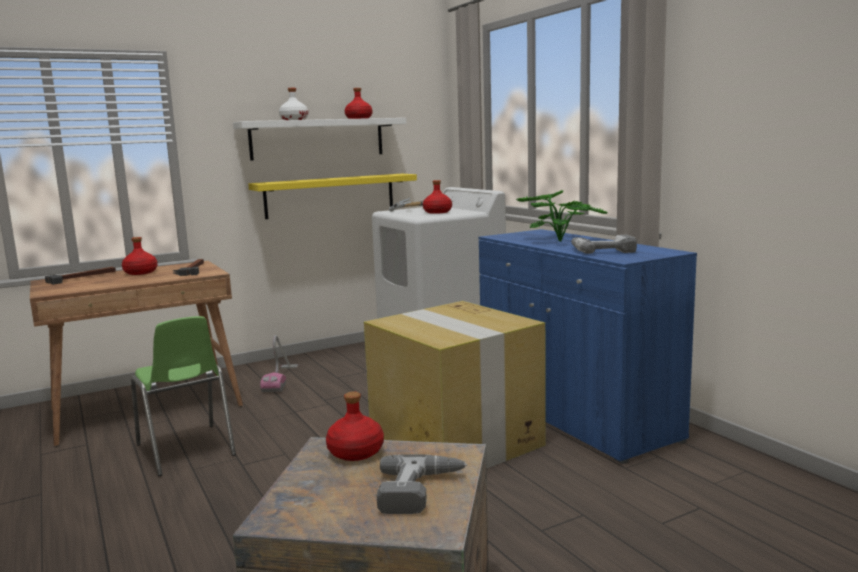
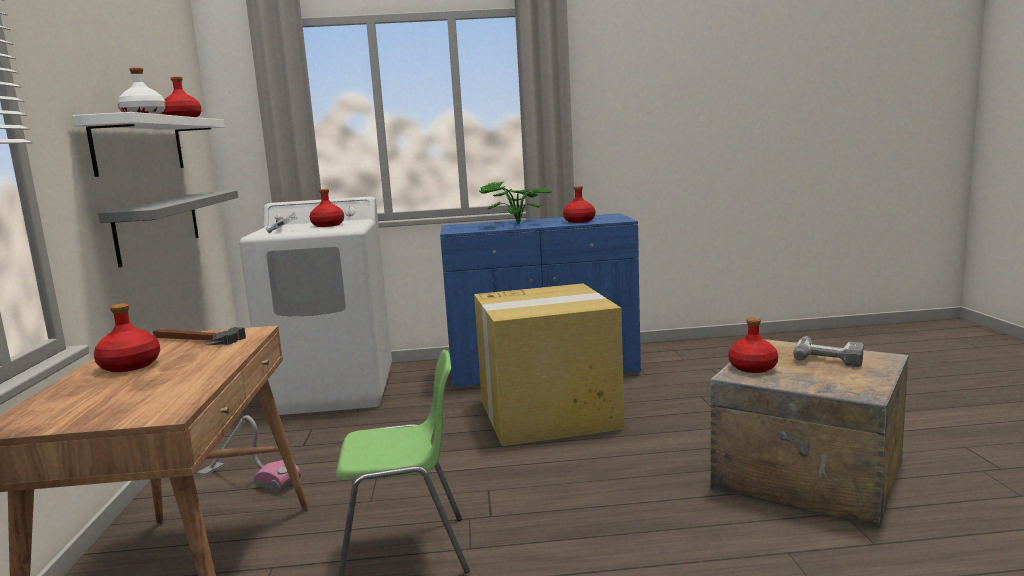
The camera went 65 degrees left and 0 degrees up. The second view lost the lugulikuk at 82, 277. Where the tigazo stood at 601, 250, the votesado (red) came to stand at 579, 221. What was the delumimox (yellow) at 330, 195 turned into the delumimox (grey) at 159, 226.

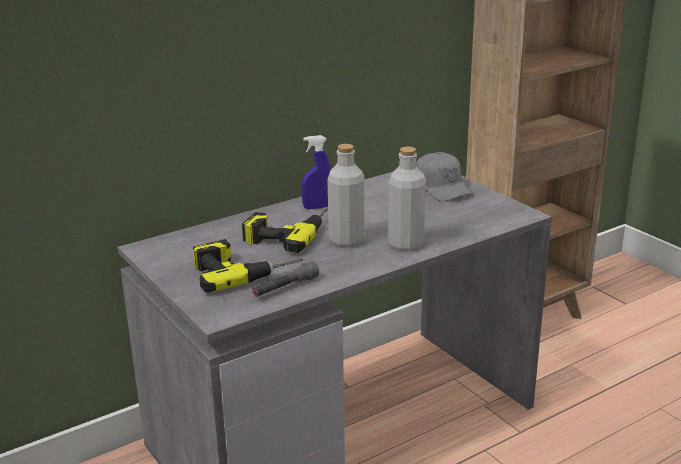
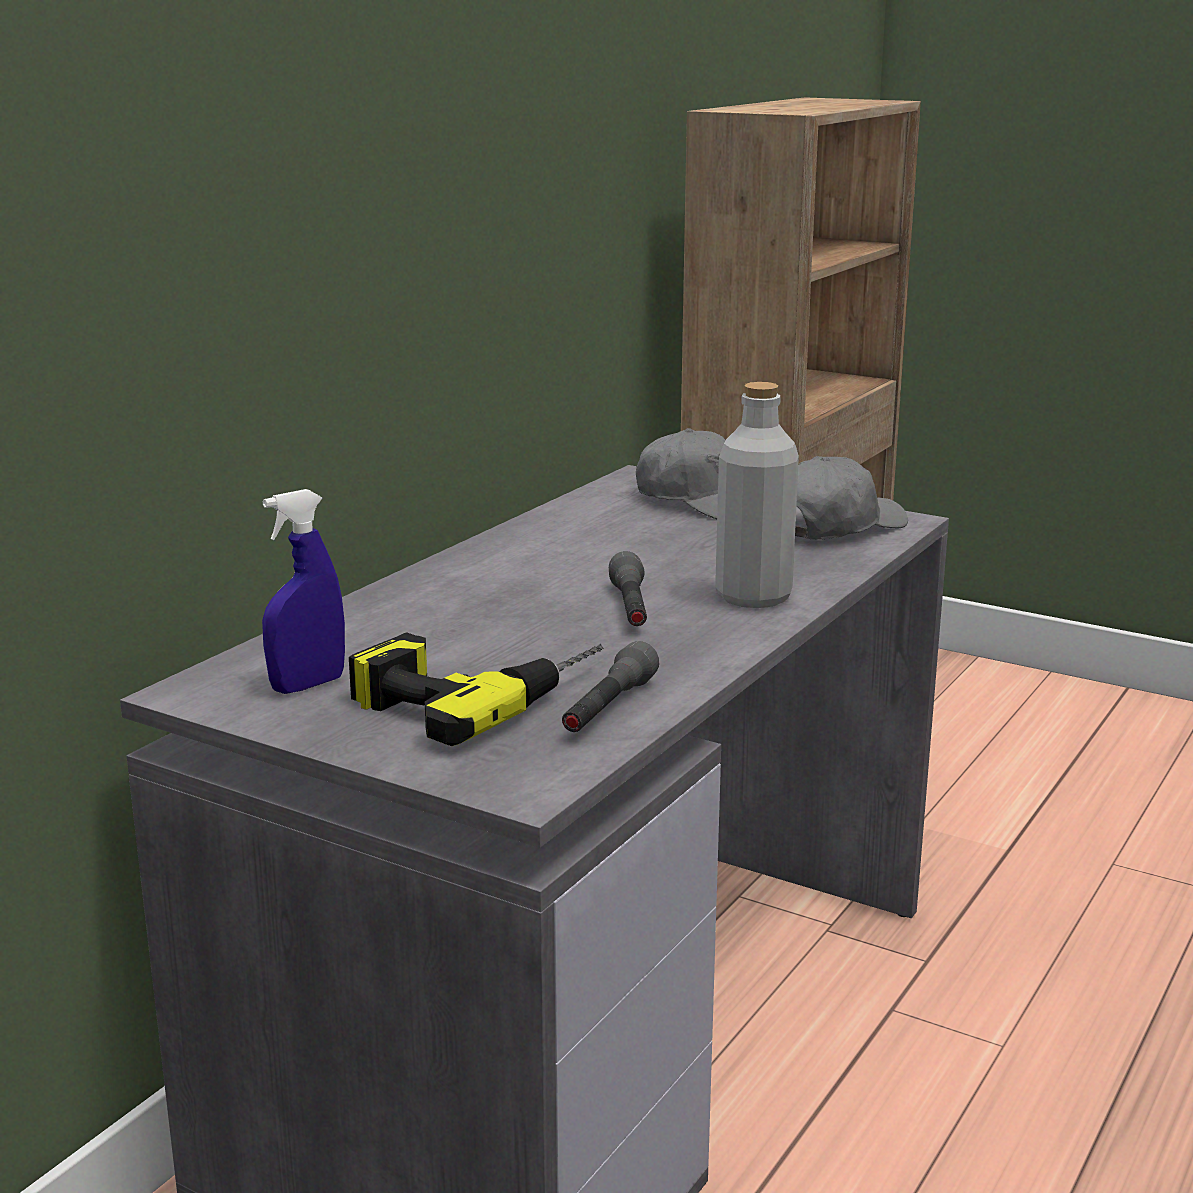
The camera went 25 degrees left and 5 degrees down. The second view lost the tigazo at 288, 231. The second view gained the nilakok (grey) at 835, 526. The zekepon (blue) ended up elsewhere, having gone from 318, 207 to 308, 685. Where the votesado (grey) stood at 346, 241, the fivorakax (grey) came to stand at 630, 608.

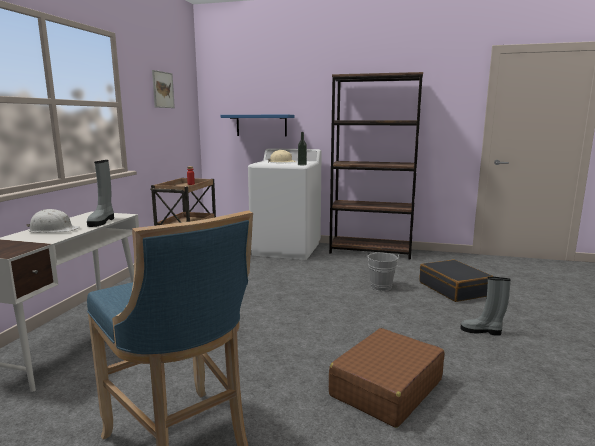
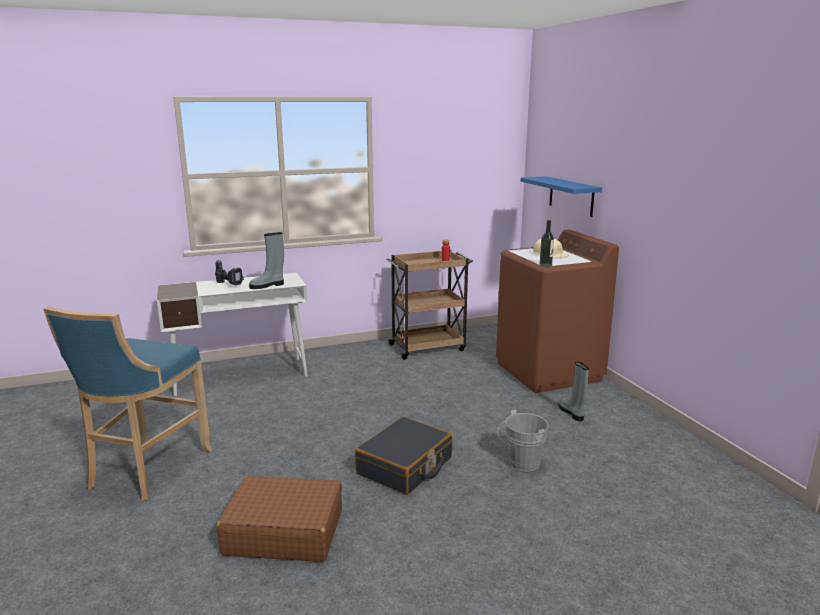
The camera went 55 degrees right and 5 degrees up. The second view lost the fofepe at 163, 89. The second view lost the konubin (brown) at 371, 251. The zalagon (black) ended up elsewhere, having gone from 454, 289 to 405, 466. The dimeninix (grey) ended up elsewhere, having gone from 482, 331 to 572, 413. Where the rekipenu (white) stood at 53, 230, the tigazo came to stand at 230, 284. What was the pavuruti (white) at 287, 249 turned into the pavuruti (brown) at 548, 371.

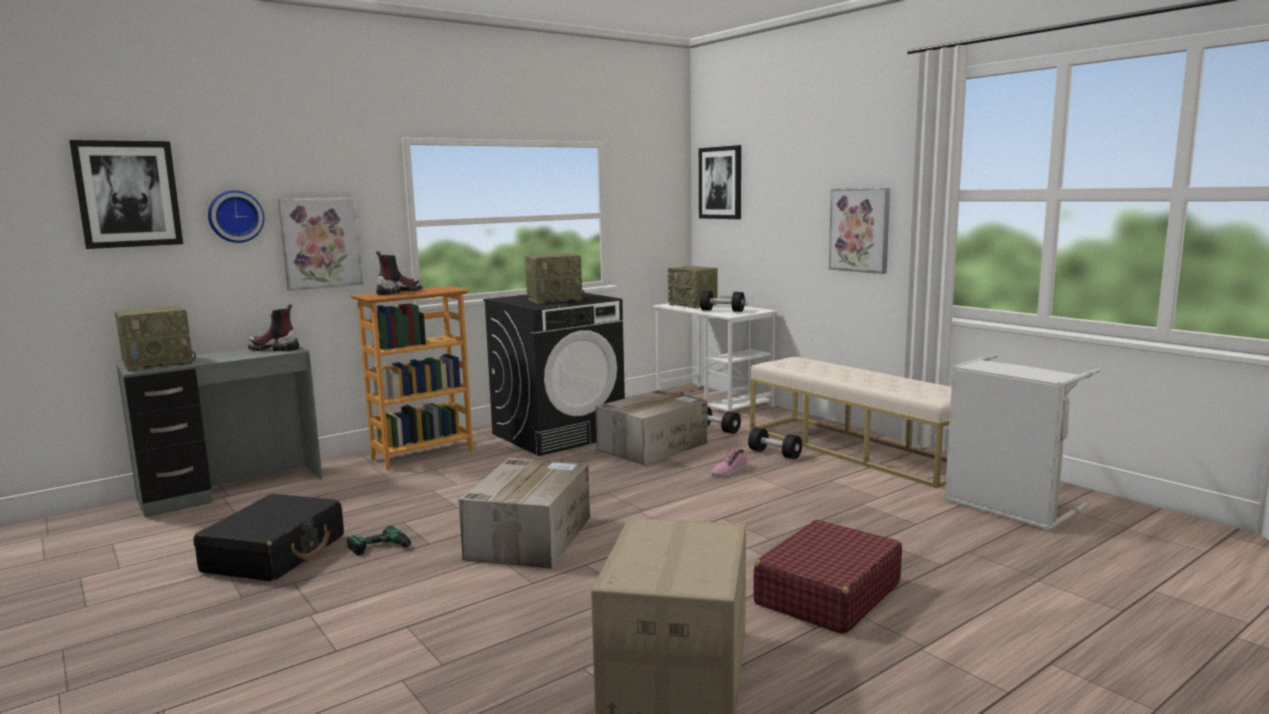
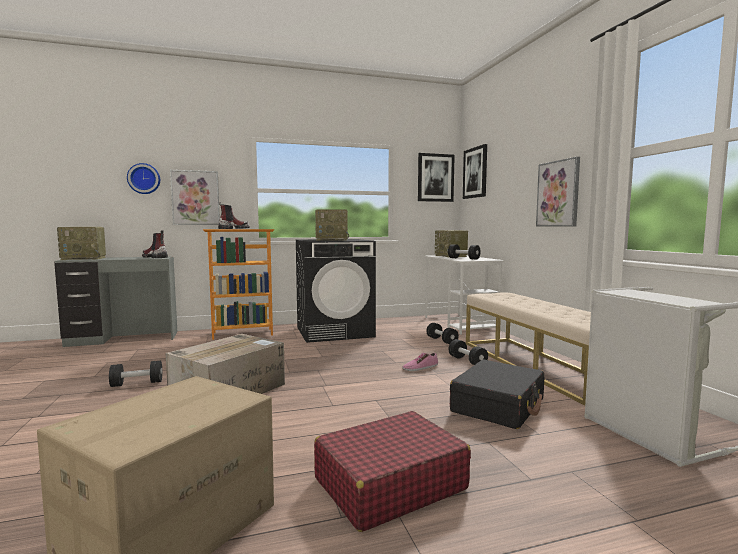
The camera went 20 degrees right and 5 degrees down. The second view lost the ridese at 653, 446. The fofepe ended up elsewhere, having gone from 128, 194 to 435, 178. The zalagon (black) ended up elsewhere, having gone from 275, 553 to 498, 406. Where the tigazo stood at 383, 549, the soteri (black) came to stand at 137, 383.

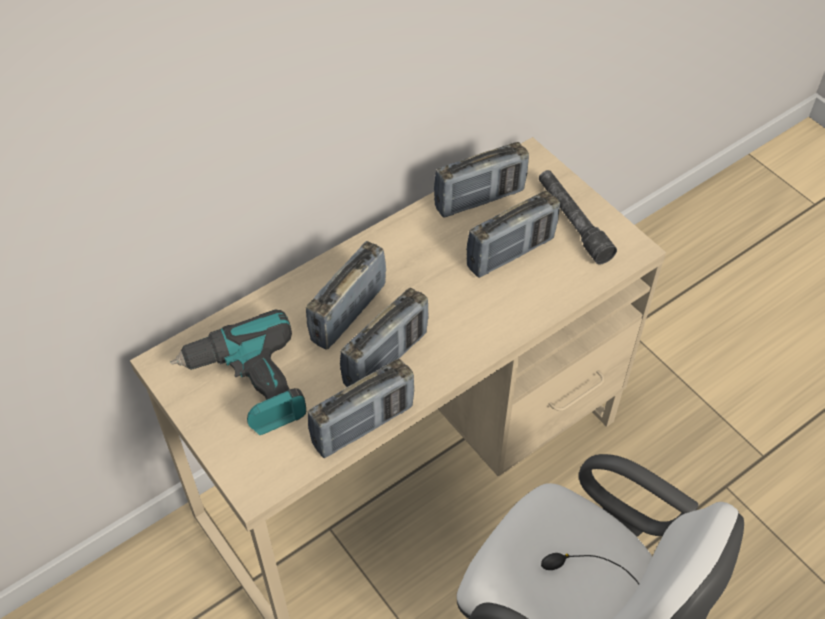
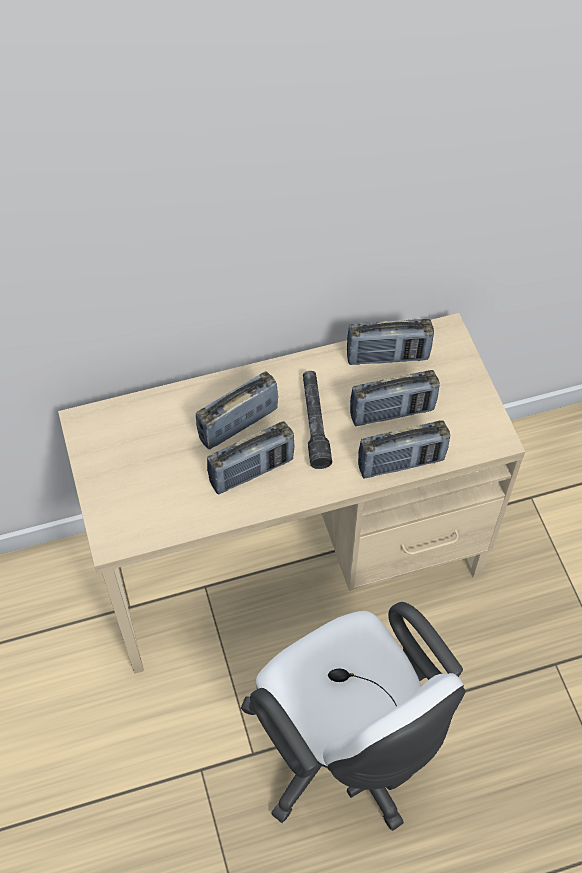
The camera went 20 degrees right and 5 degrees up. The second view lost the tigazo at 249, 385. The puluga ended up elsewhere, having gone from 363, 425 to 401, 463. The fivorakax (grey) ended up elsewhere, having gone from 572, 222 to 314, 423.

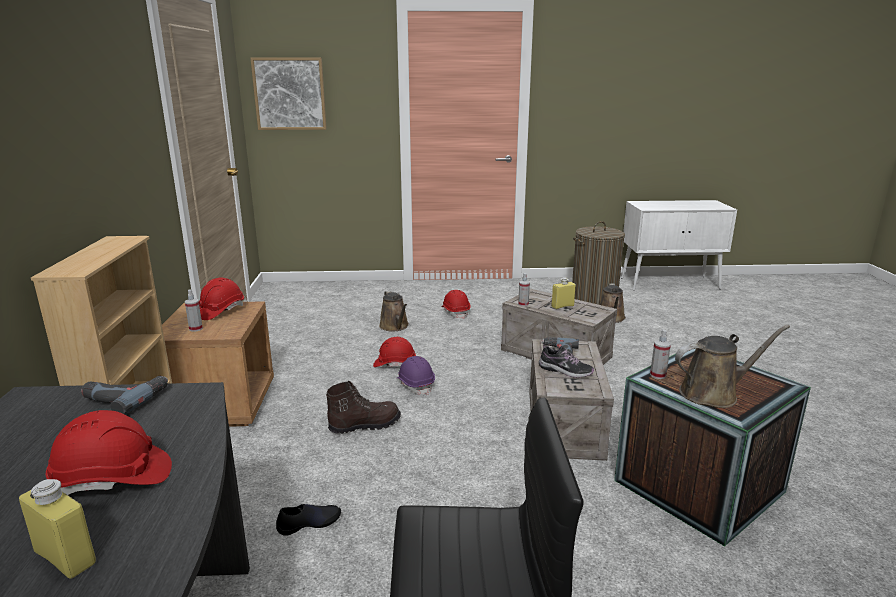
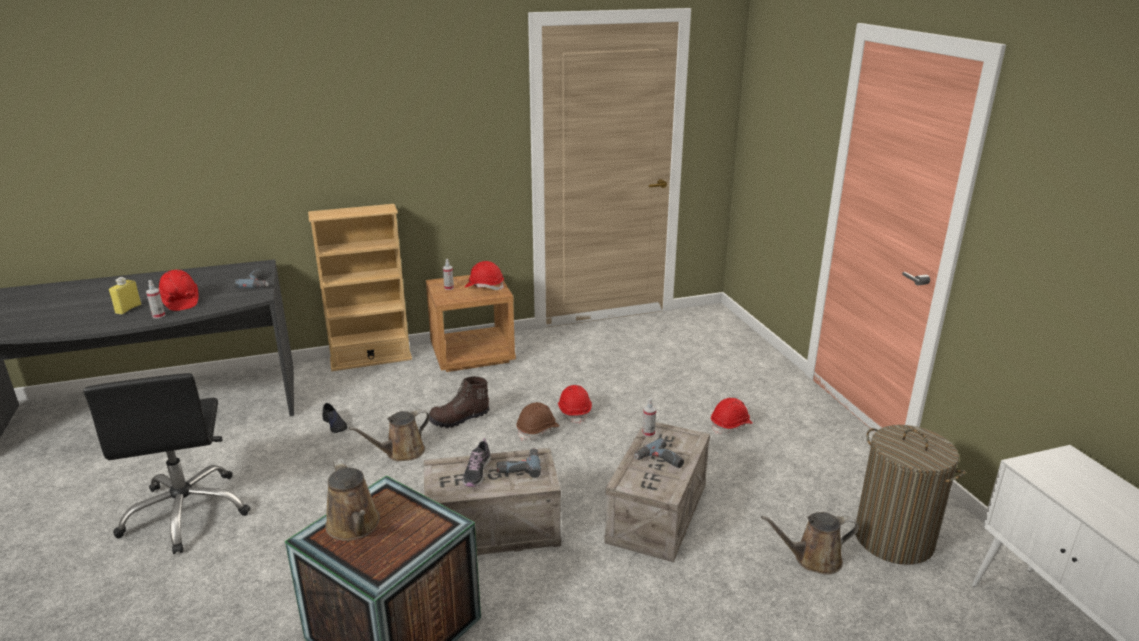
The camera went 75 degrees right and 5 degrees up. The second view lost the fofepe at 289, 94. The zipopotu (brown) ended up elsewhere, having gone from 395, 326 to 401, 452. The zekepon ended up elsewhere, having gone from 658, 375 to 158, 316. Where the votesado (yellow) stood at 562, 306, the tigazo came to stand at 659, 461. What was the rekipenu (purple) at 415, 384 turned into the rekipenu (brown) at 538, 430. The dimeninix (brown) at 364, 425 ended up facing another way, 105 degrees clockwise from before.

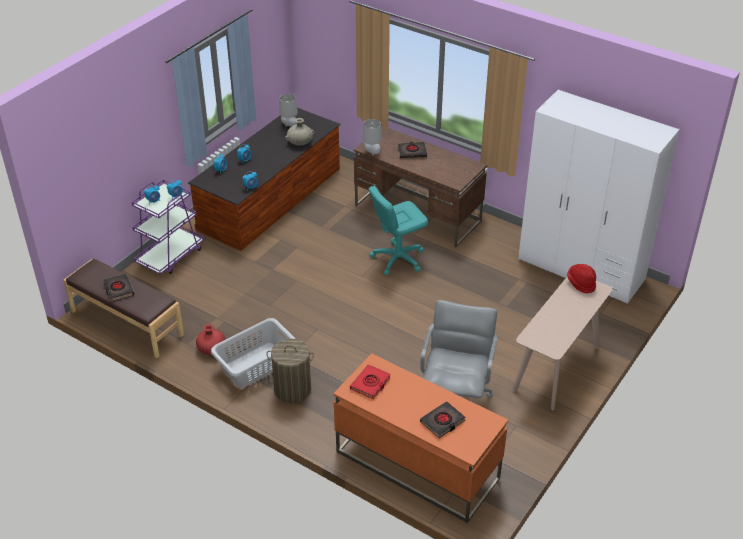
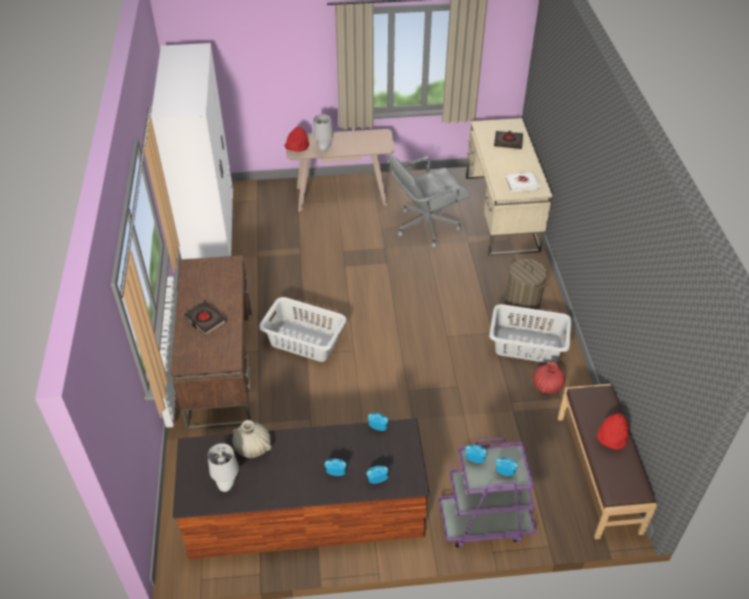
The camera went 130 degrees left and 5 degrees up. The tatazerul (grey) ended up elsewhere, having gone from 372, 153 to 324, 149. Where the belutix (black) stood at 118, 289, the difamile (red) came to stand at 611, 439. Where the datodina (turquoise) stood at 398, 258, the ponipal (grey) came to stand at 304, 341. What was the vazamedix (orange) at 416, 465 turned into the vazamedix (beige) at 501, 213. What was the belutix (red) at 370, 384 turned into the belutix (white) at 521, 184.

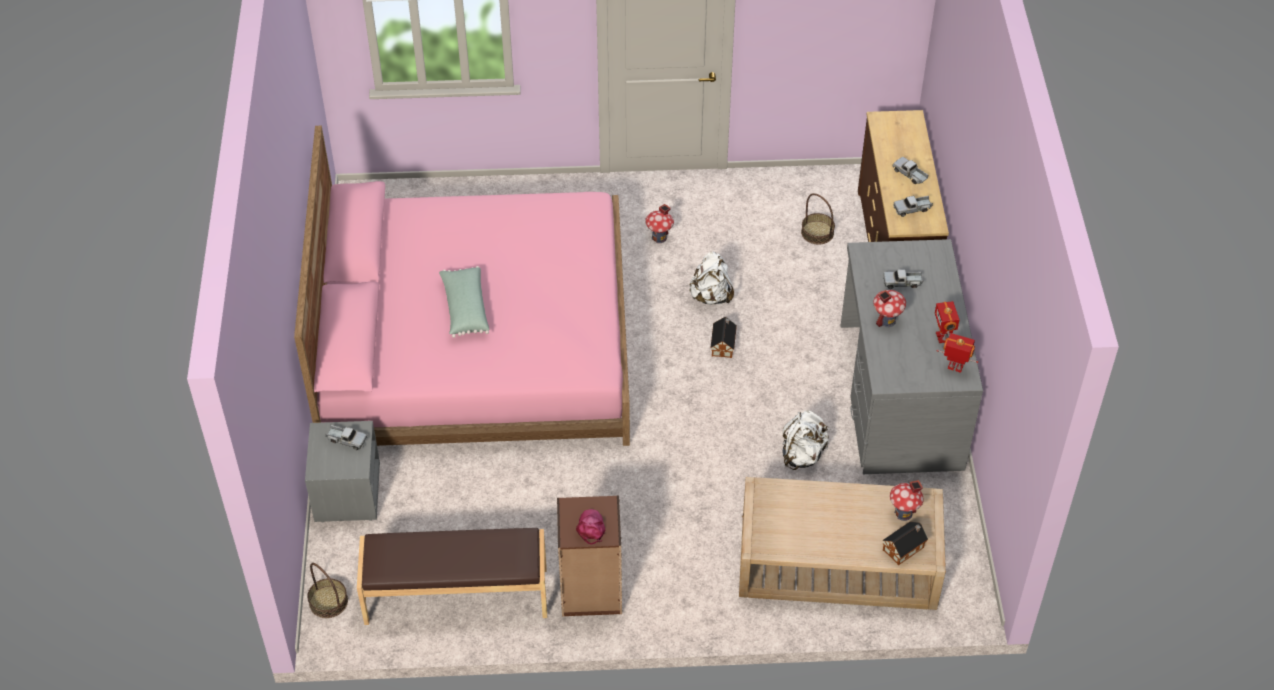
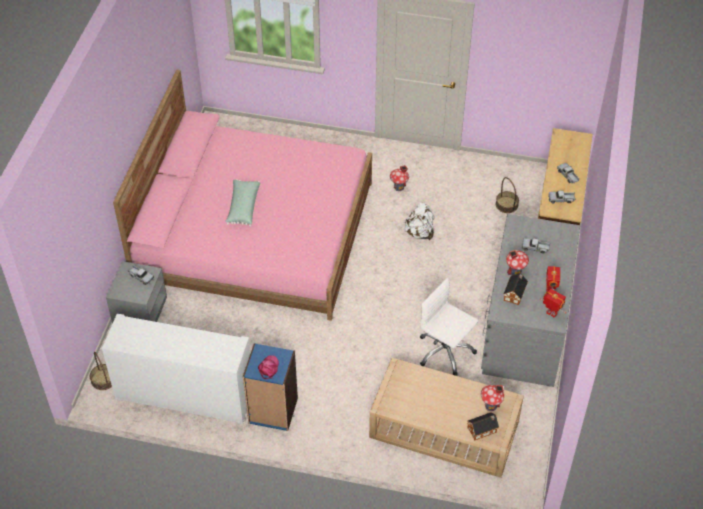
The camera went 15 degrees right and 0 degrees up. The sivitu ended up elsewhere, having gone from 723, 344 to 515, 293. Where the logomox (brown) stood at 456, 596, the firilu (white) came to stand at 185, 394. Where the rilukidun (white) stood at 802, 455, the datodina (white) came to stand at 445, 352. What was the konubin (brown) at 591, 591 turned into the konubin (blue) at 273, 411.

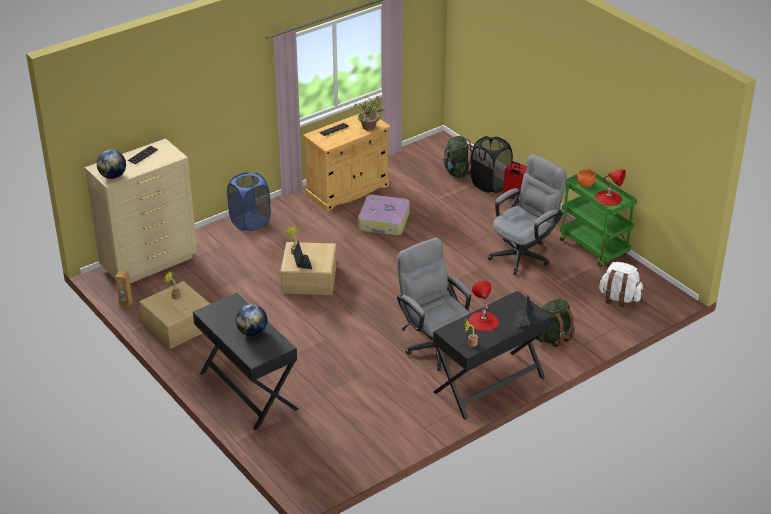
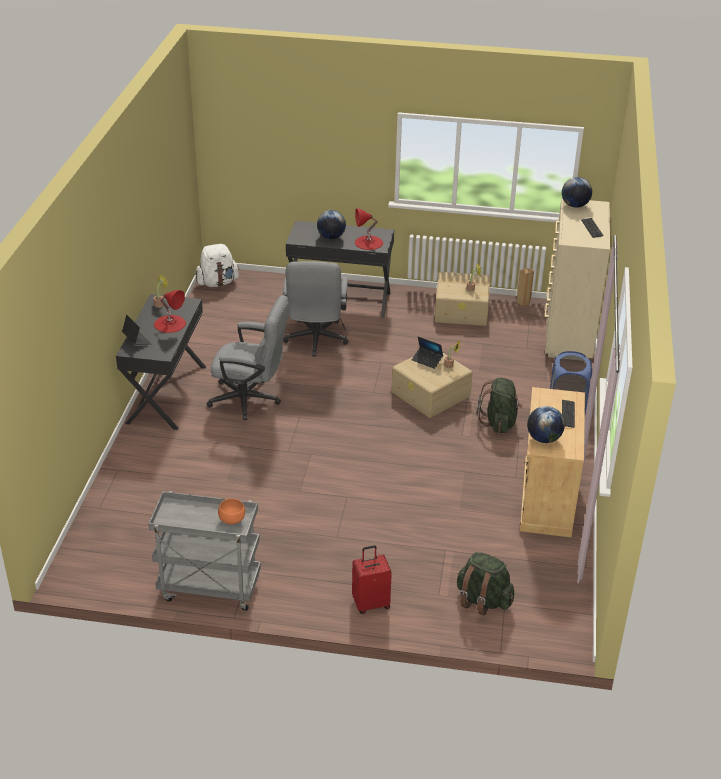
The camera went 135 degrees right and 0 degrees up. The second view lost the zalagon at 384, 222. The second view lost the ponipal (black) at 490, 184. The datodina (grey) ended up elsewhere, having gone from 524, 253 to 315, 341. The rilukidun (green) ended up elsewhere, having gone from 552, 337 to 499, 422. The tatazerul (red) ended up elsewhere, having gone from 608, 198 to 368, 242. The rilukidun (white) ended up elsewhere, having gone from 619, 298 to 217, 283. Where the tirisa stood at 369, 127, the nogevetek came to stand at 543, 439. What was the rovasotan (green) at 594, 248 turned into the rovasotan (grey) at 208, 588.

